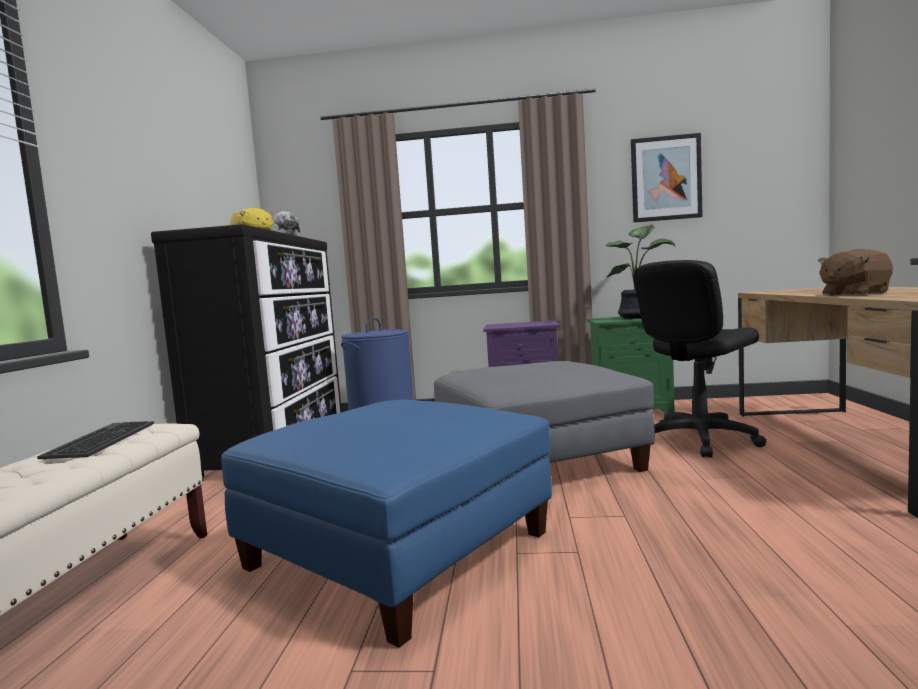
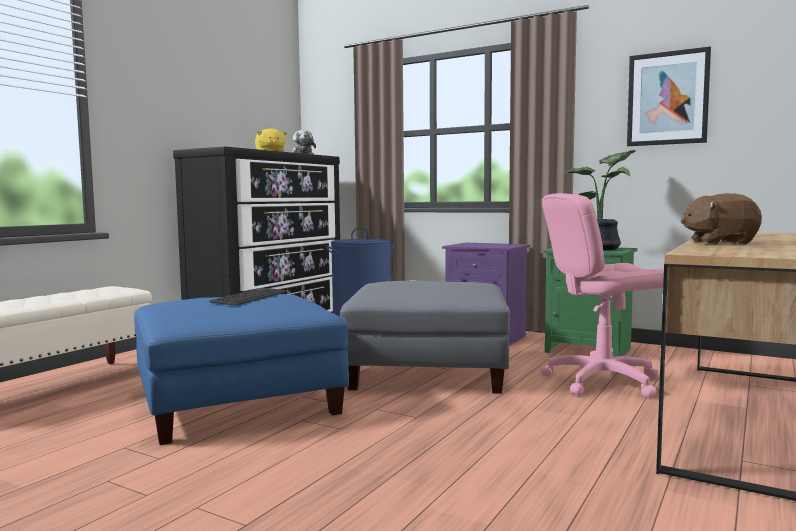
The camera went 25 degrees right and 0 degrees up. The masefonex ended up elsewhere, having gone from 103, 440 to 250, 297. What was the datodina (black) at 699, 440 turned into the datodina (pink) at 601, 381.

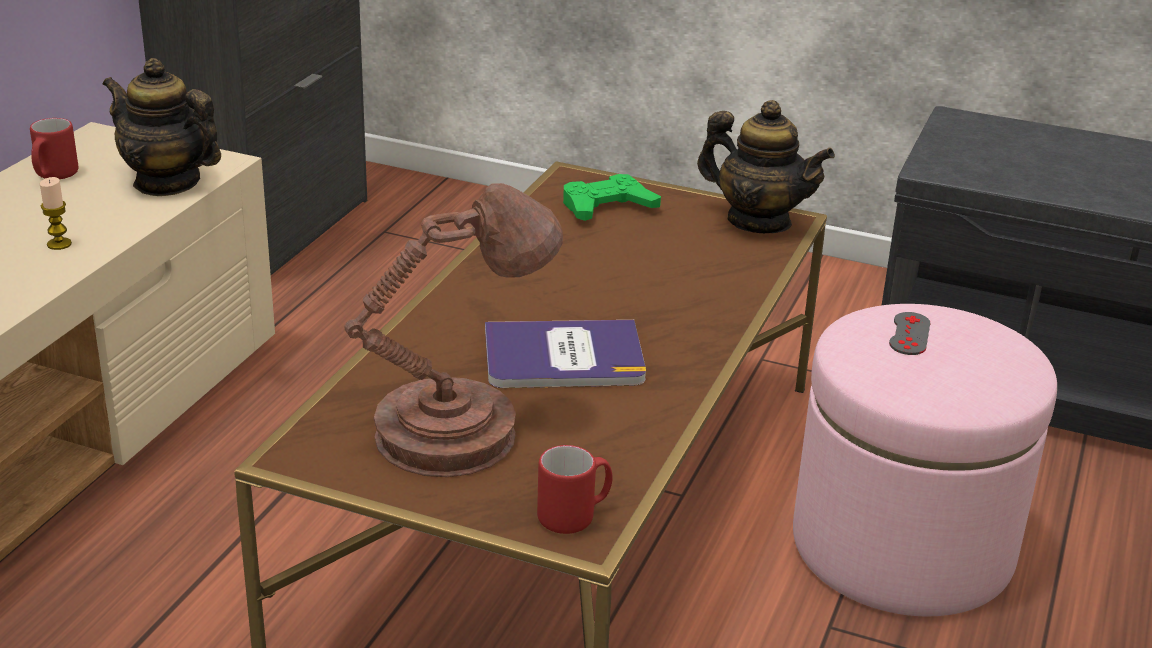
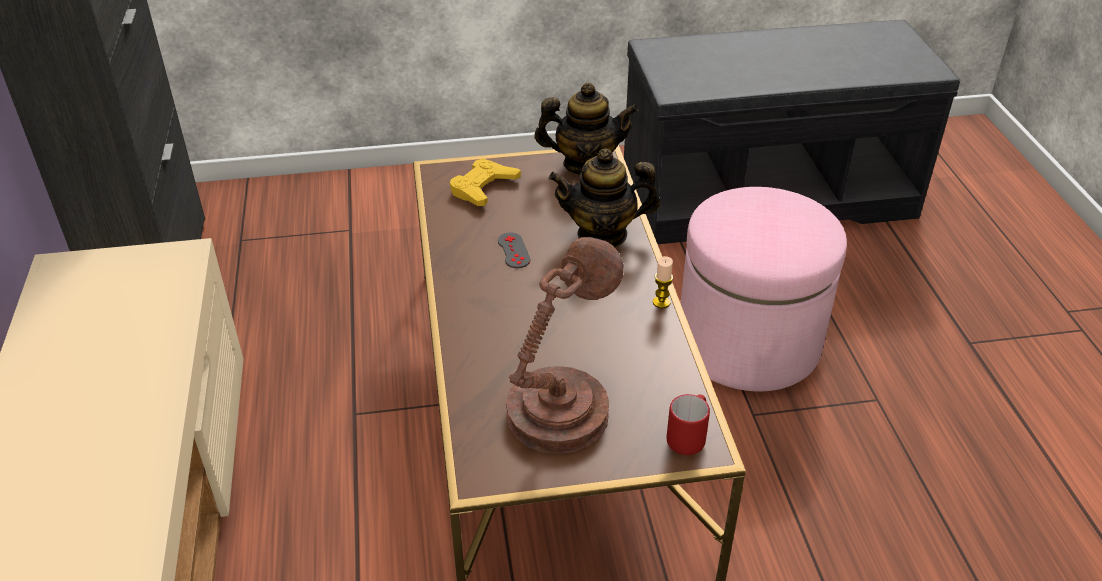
The camera went 30 degrees left and 10 degrees up. The second view lost the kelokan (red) at 54, 176. The second view lost the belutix at 563, 357. The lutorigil ended up elsewhere, having gone from 59, 244 to 661, 302. The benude ended up elsewhere, having gone from 167, 183 to 602, 234. The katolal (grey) ended up elsewhere, having gone from 909, 334 to 513, 250. What was the katolal (green) at 607, 207 turned into the katolal (yellow) at 483, 188.

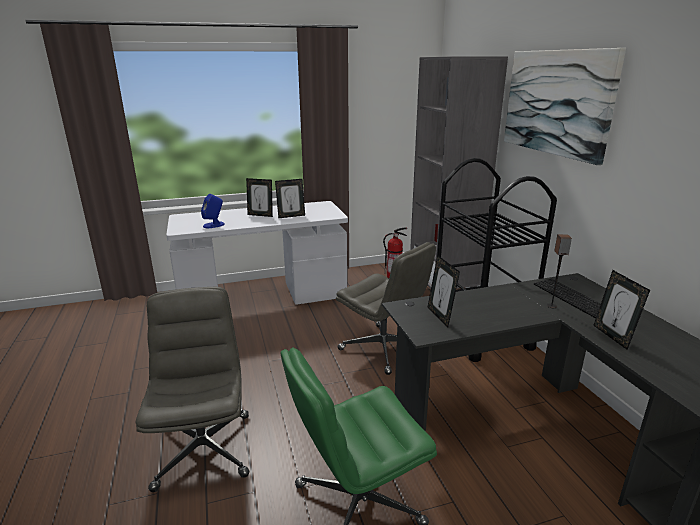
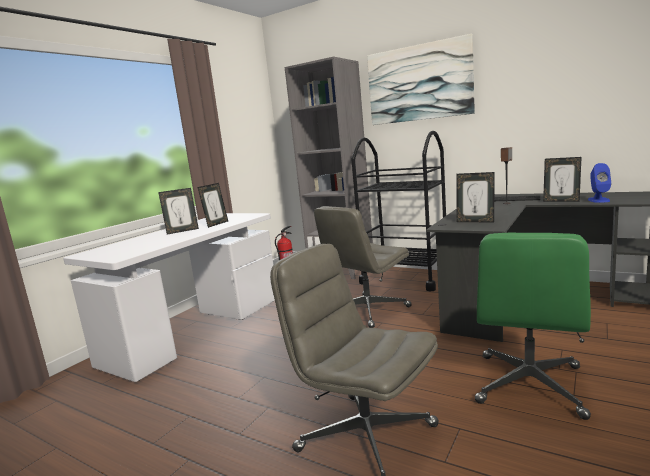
The camera went 40 degrees left and 10 degrees down. The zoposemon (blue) ended up elsewhere, having gone from 214, 225 to 598, 200. The datodina (grey) at 384, 349 ended up facing another way, 135 degrees clockwise from before.

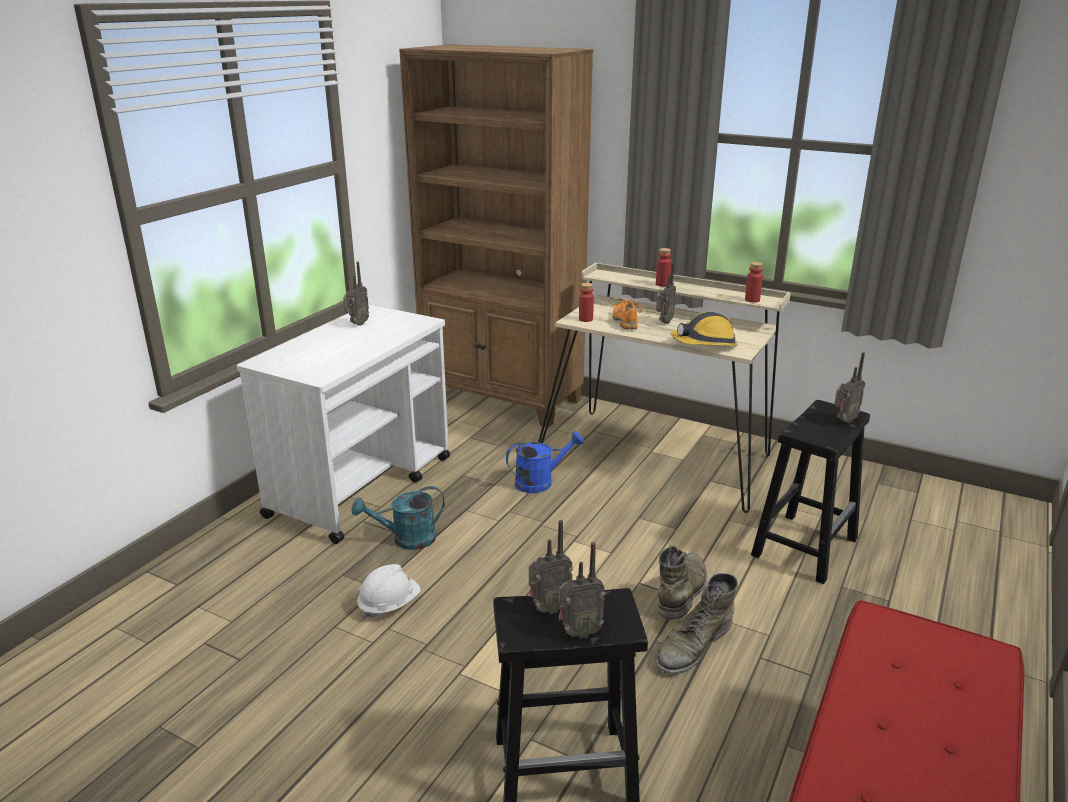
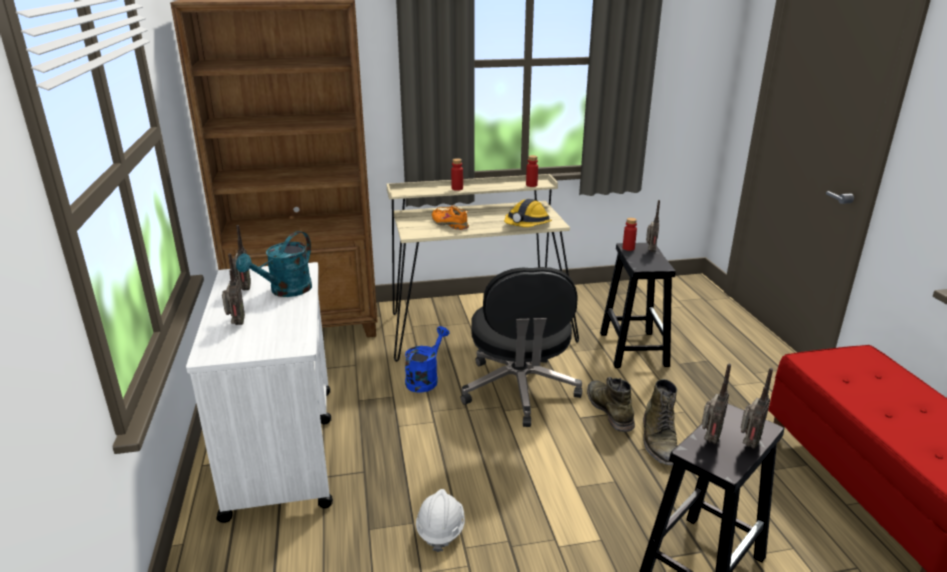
The camera went 40 degrees left and 0 degrees up. The second view gained the datodina (black) at 519, 390. The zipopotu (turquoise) ended up elsewhere, having gone from 406, 540 to 285, 291. The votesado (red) ended up elsewhere, having gone from 585, 319 to 628, 248. The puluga ended up elsewhere, having gone from 663, 322 to 236, 324.

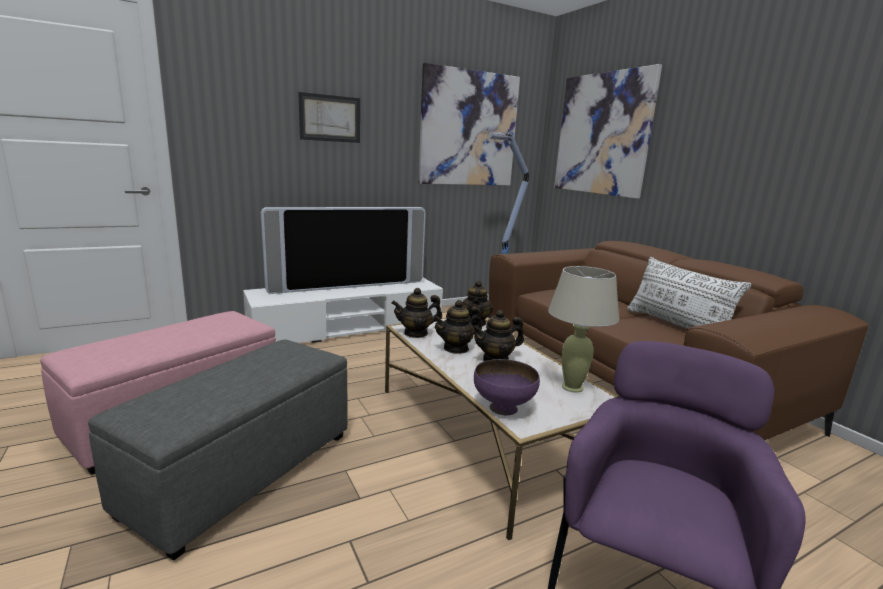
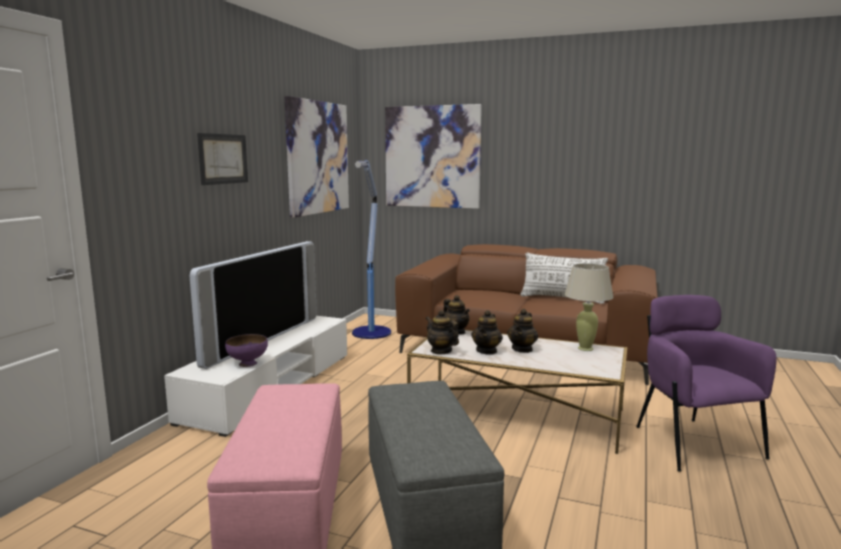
The camera went 40 degrees left and 5 degrees down. The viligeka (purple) ended up elsewhere, having gone from 504, 407 to 248, 363. The benude at 416, 333 ended up facing another way, 105 degrees clockwise from before.

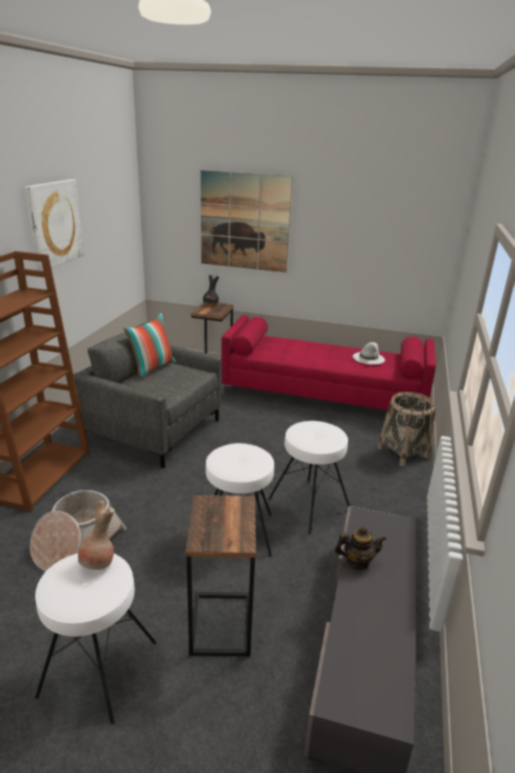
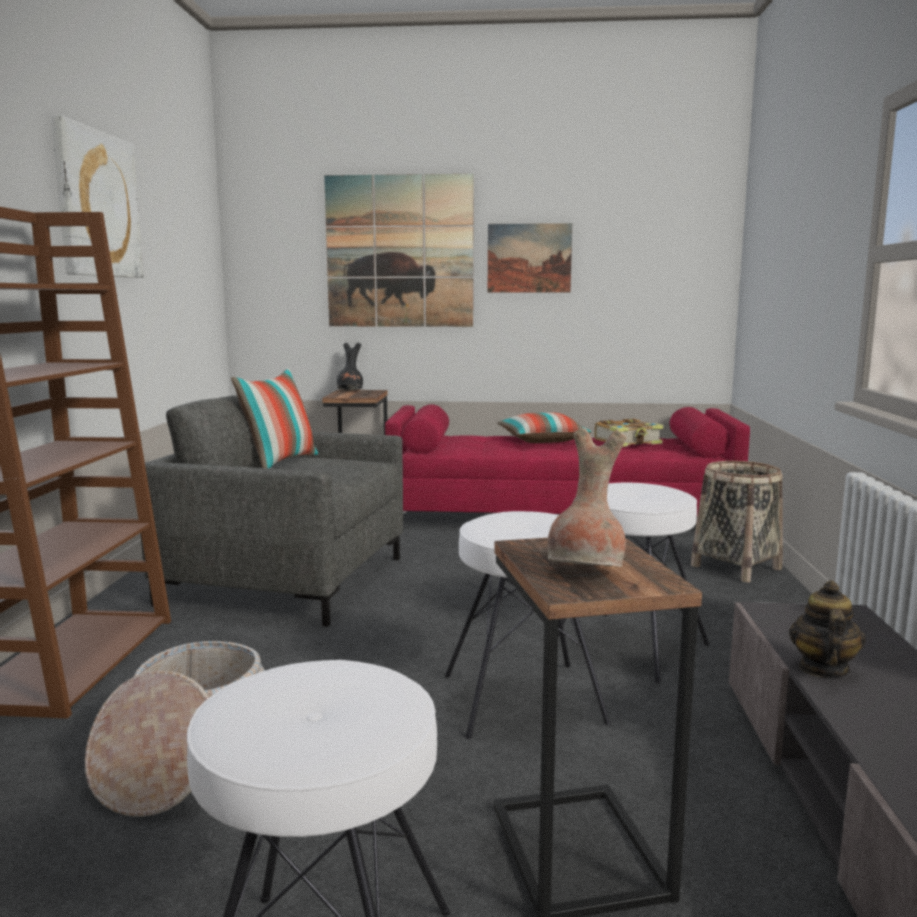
The camera went 10 degrees left and 15 degrees down. The second view gained the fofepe at 529, 258. The second view gained the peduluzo at 542, 441. The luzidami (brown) ended up elsewhere, having gone from 98, 563 to 587, 572. Where the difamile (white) stood at 369, 358, the belutix came to stand at 628, 442. The benude at 357, 561 ended up facing another way, 60 degrees counterclockwise from before.

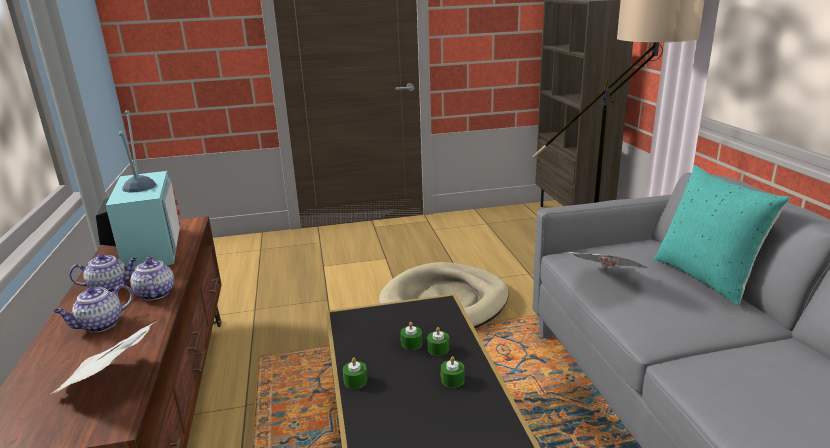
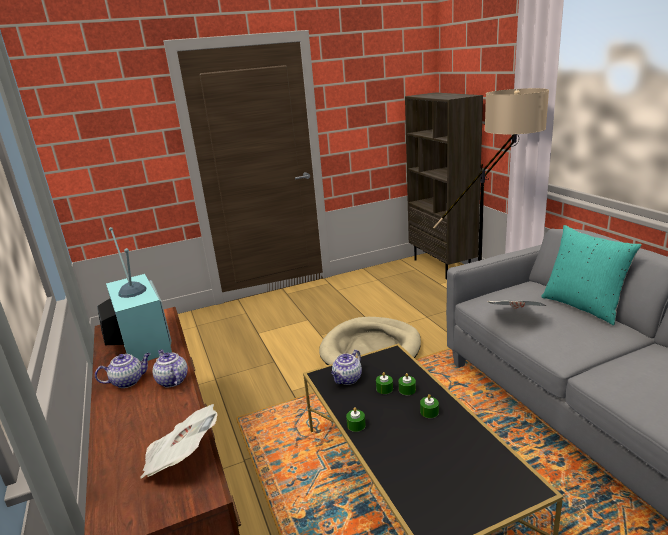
The camera went 10 degrees left and 0 degrees up. The benude ended up elsewhere, having gone from 100, 325 to 347, 379.

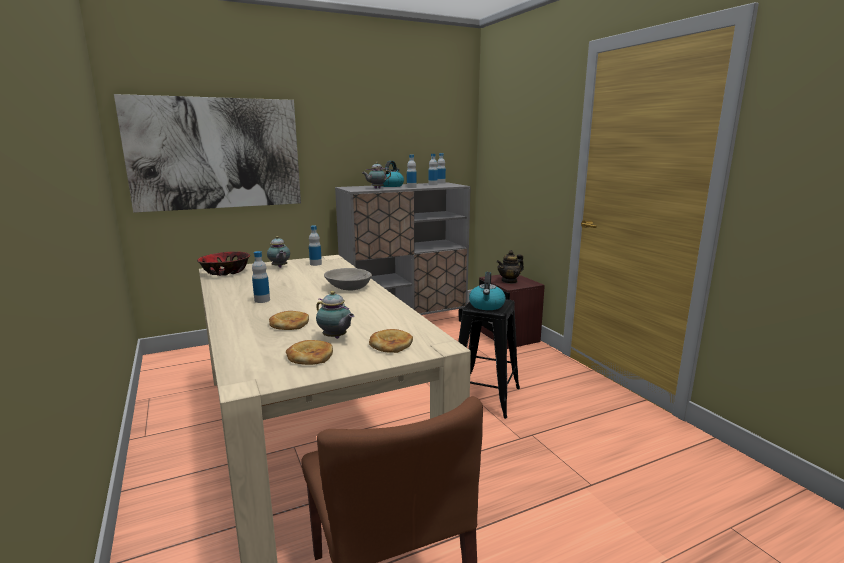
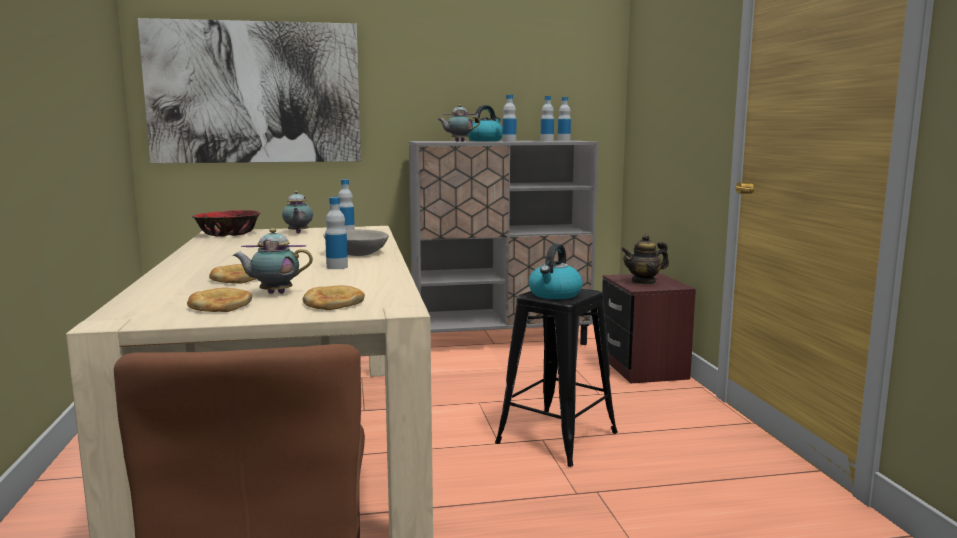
The camera went 15 degrees right and 5 degrees down. The votesado ended up elsewhere, having gone from 262, 300 to 337, 267. The benude at 335, 338 ended up facing another way, 120 degrees clockwise from before.

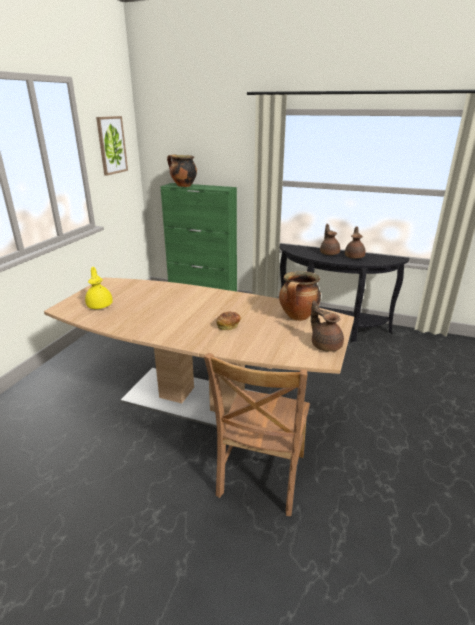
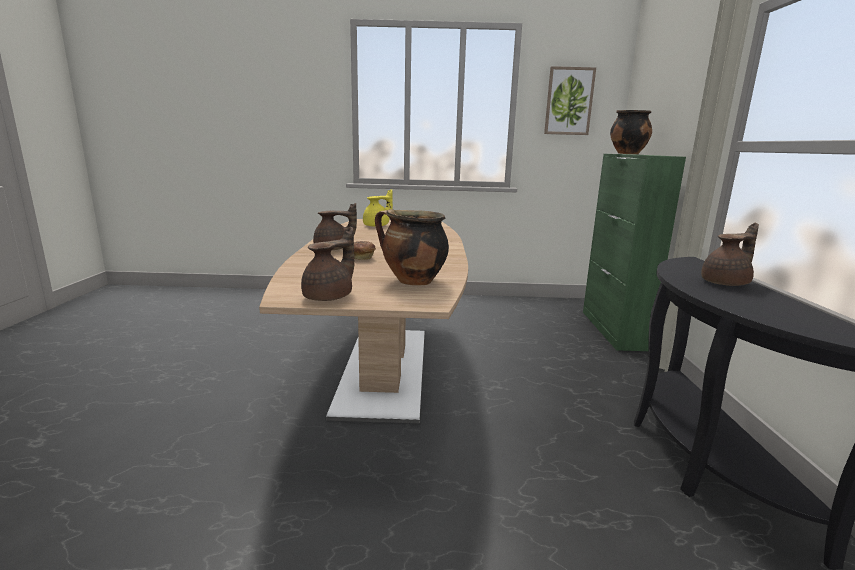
The camera went 70 degrees right and 10 degrees down. The second view lost the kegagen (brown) at 260, 477. The benude (brown) ended up elsewhere, having gone from 354, 256 to 333, 249.

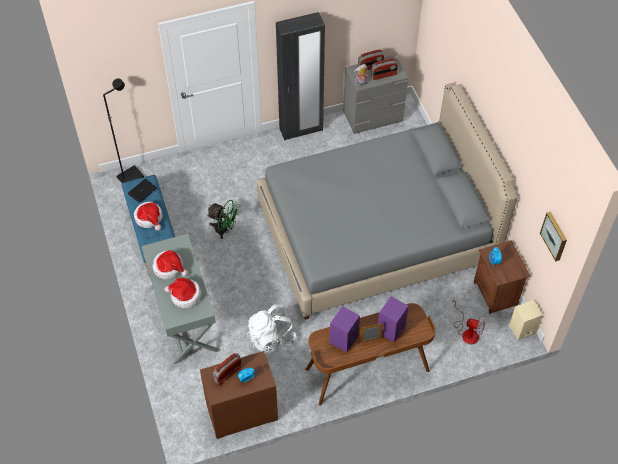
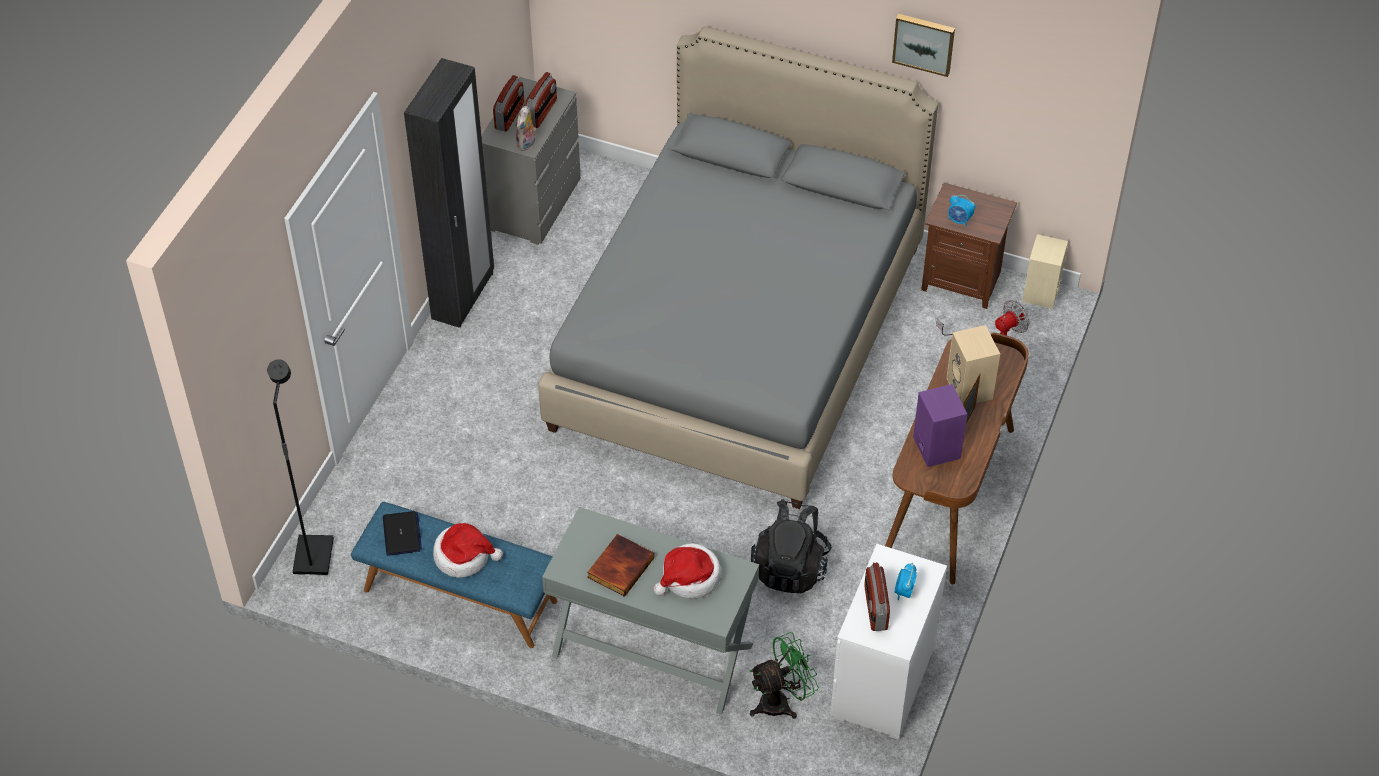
The camera went 50 degrees left and 5 degrees down. The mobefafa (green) ended up elsewhere, having gone from 224, 230 to 781, 701. The fofepe ended up elsewhere, having gone from 555, 236 to 924, 43. Where the difamile stood at 169, 268, the belutix came to stand at 620, 566. What was the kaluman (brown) at 241, 413 turned into the kaluman (white) at 882, 682. What was the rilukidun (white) at 271, 337 turned into the rilukidun (black) at 790, 567. What was the zoposemon (purple) at 391, 330 turned into the zoposemon (beige) at 970, 389.

